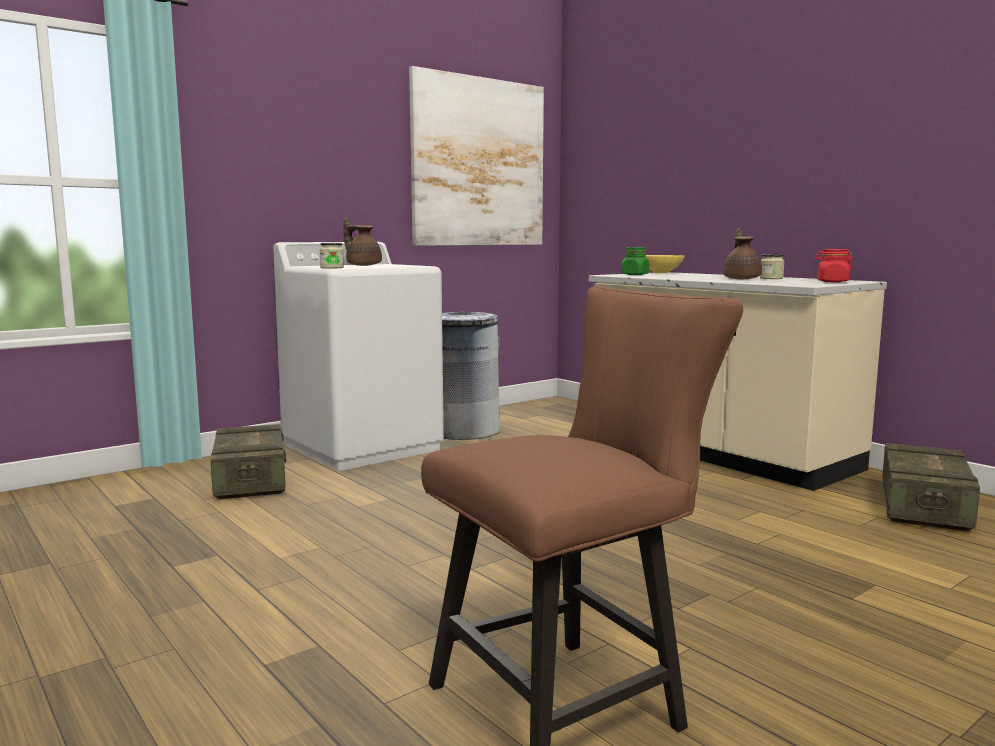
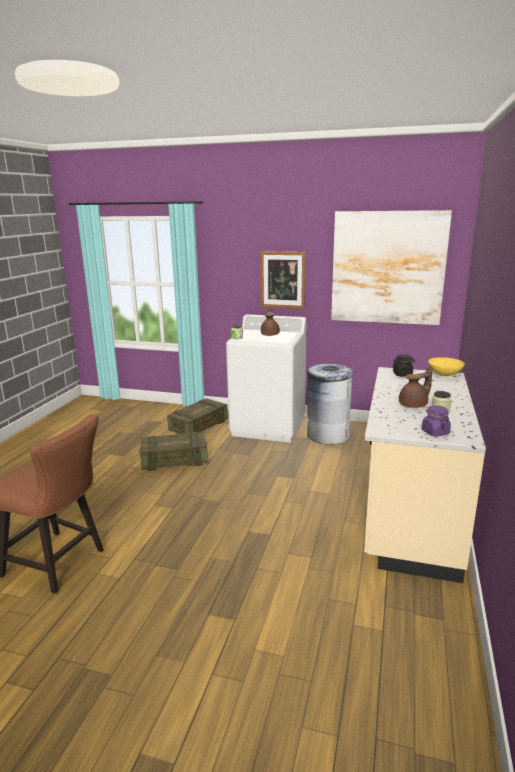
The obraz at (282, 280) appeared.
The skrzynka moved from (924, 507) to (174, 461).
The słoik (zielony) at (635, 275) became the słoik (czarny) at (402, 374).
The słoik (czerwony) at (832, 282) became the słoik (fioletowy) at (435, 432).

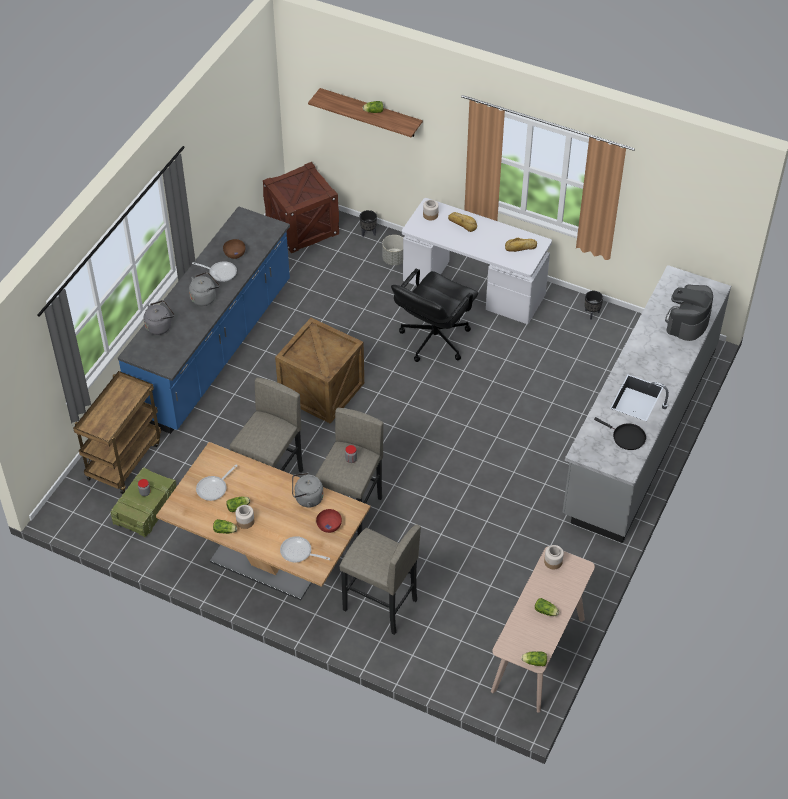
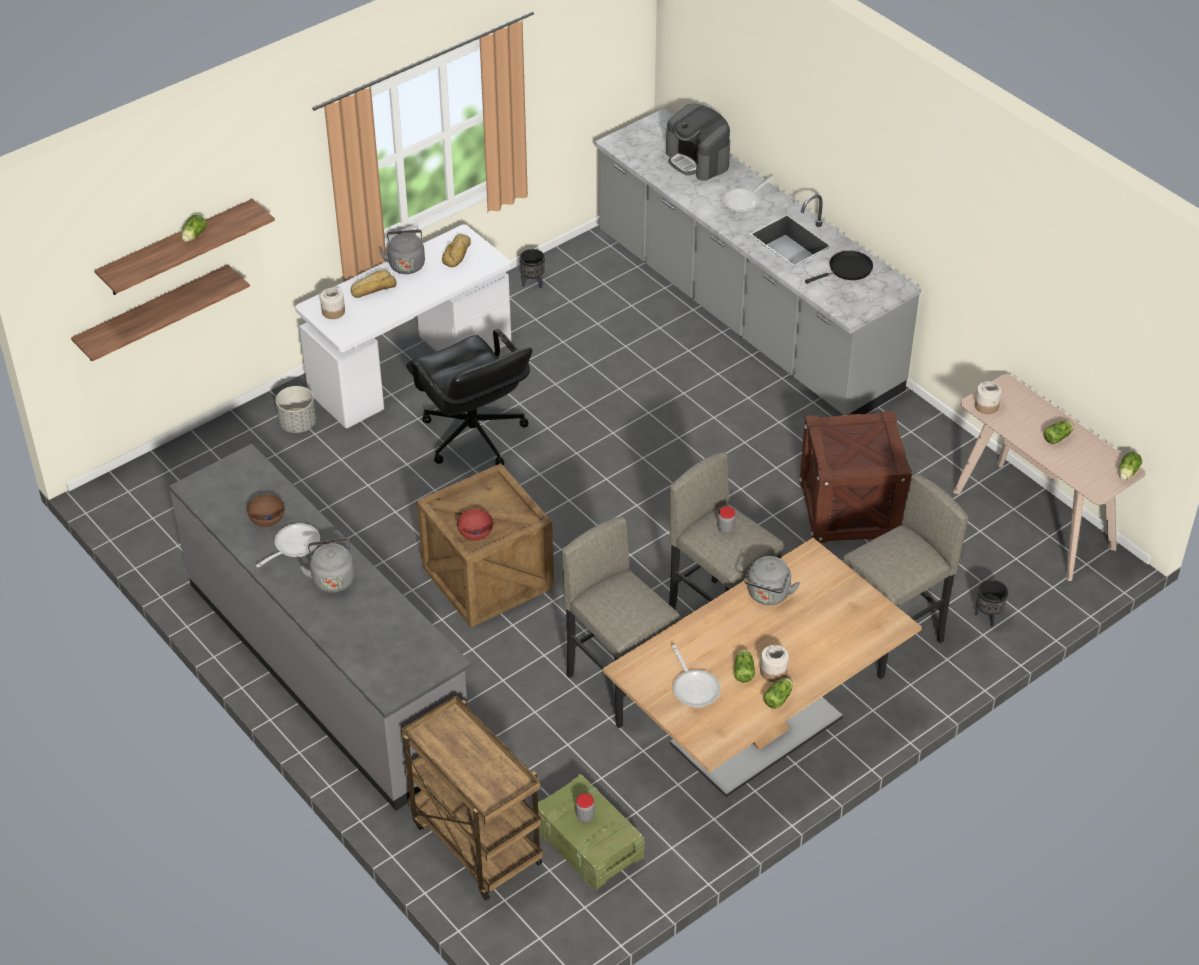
The półka at (153, 314) appeared.
The czajnik (szary) moved from (160, 326) to (406, 264).
The skrzynka moved from (302, 227) to (850, 508).
The patelnia moved from (299, 552) to (744, 201).
The miska (czerwony) moved from (329, 526) to (476, 532).
The donica (czarny) moved from (368, 233) to (987, 617).
The zabudowa kuchenna (niebieski) at (214, 350) became the zabudowa kuchenna (szary) at (327, 670).

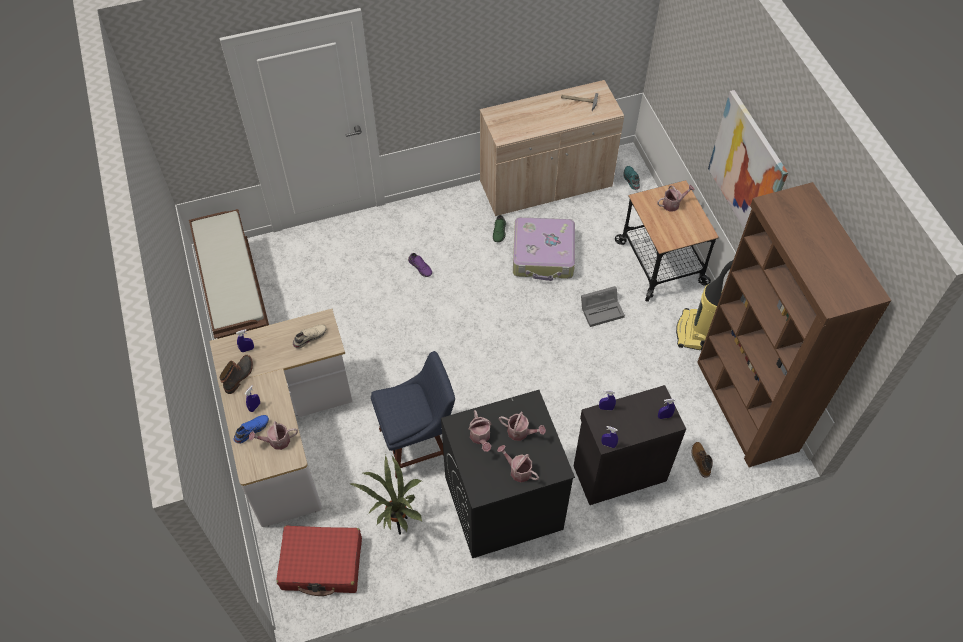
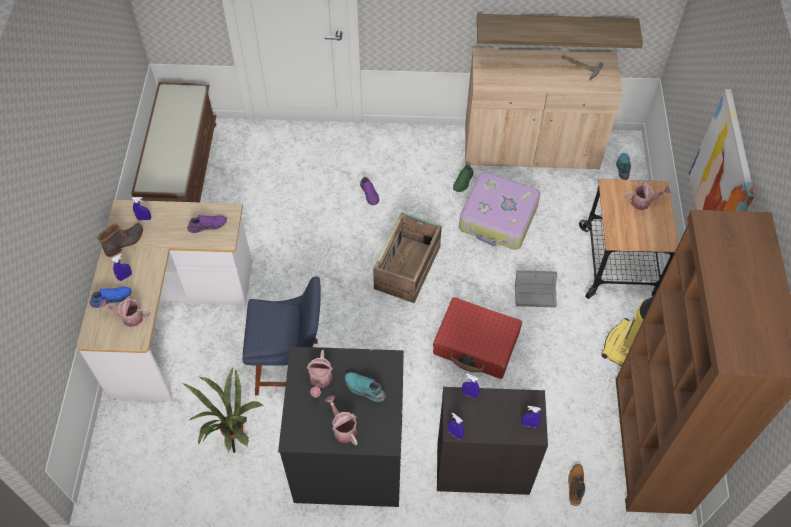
The skrzynka at (408, 267) appeared.
The półka at (555, 28) appeared.
The walizka (czerwony) moved from (322, 564) to (476, 344).
The konewka at (521, 432) was replaced by the but (turkusowy) at (364, 389).
The but (beżowy) at (309, 337) became the but (fioletowy) at (207, 225).

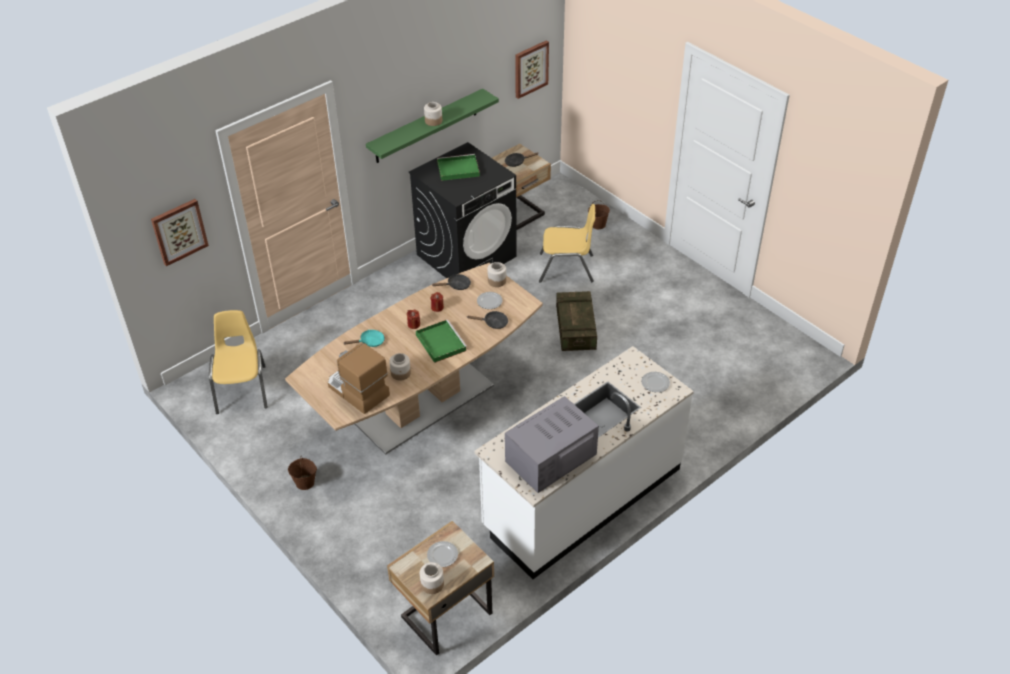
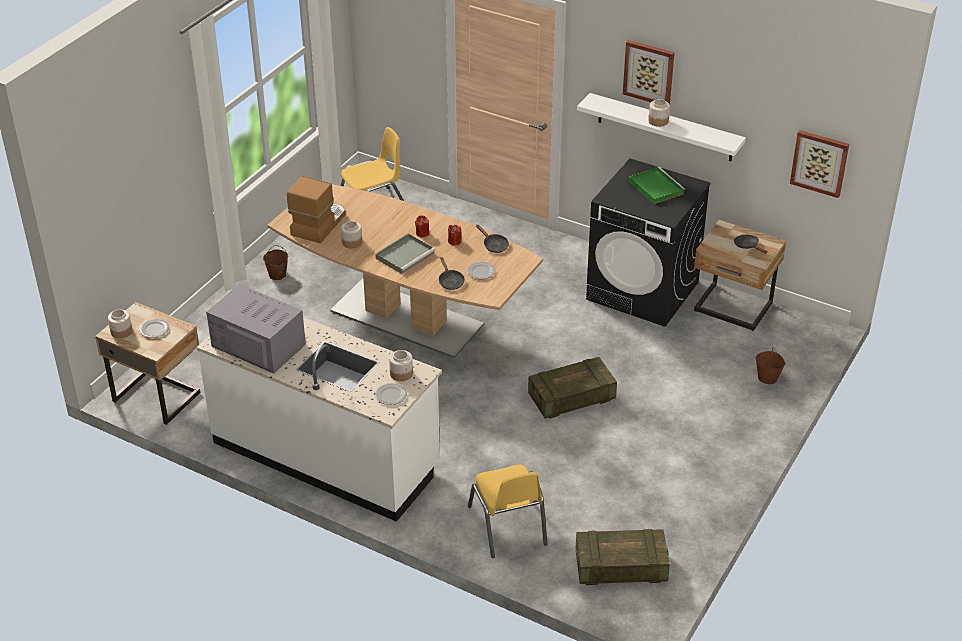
The patelnia (turkusowy) at (370, 342) disappeared.
The skrzynka at (620, 567) appeared.
The obraz moved from (179, 231) to (649, 72).
The słoik moved from (497, 281) to (401, 374).
The krzesło (żółty) moved from (566, 268) to (507, 526).
The półka (zielony) at (426, 126) became the półka (biały) at (665, 127).
The taca (zielony) at (440, 342) became the taca (szary) at (405, 255).

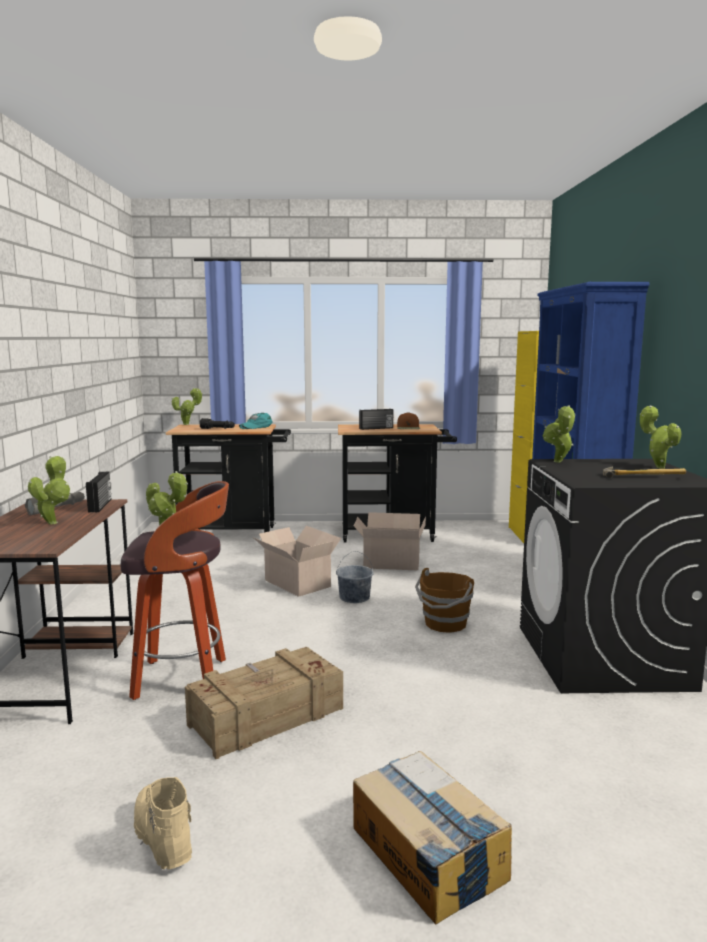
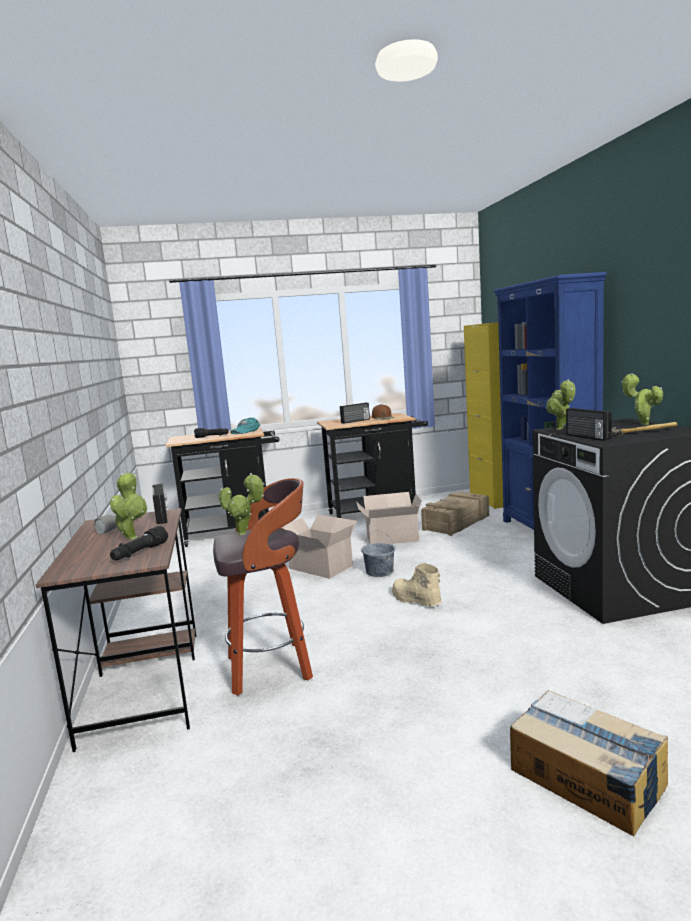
The roślina doniczkowa at (188, 424) disappeared.
The wiadro (brązowy) at (445, 624) disappeared.
The latarka (czarny) at (139, 553) appeared.
The radio at (587, 437) appeared.
The but z cholewką (beżowy) moved from (161, 837) to (415, 600).
The skrzynka moved from (265, 717) to (455, 523).

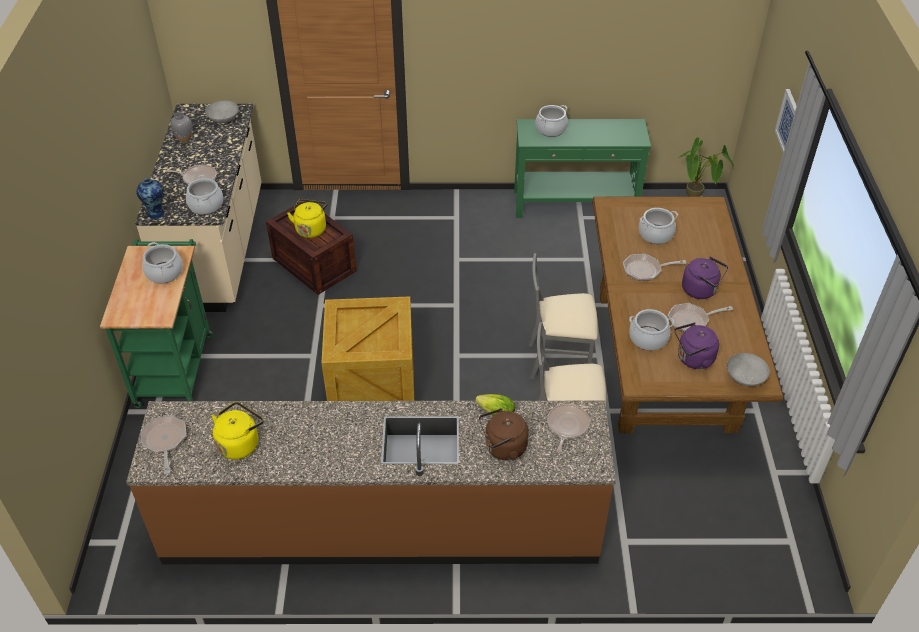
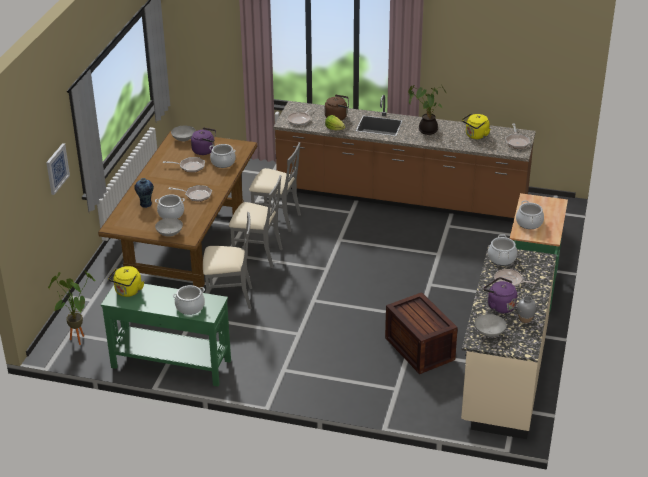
The skrzynka at (371, 386) disappeared.
The miska (szary) at (169, 233) appeared.
The krzesło (szary) at (229, 298) appeared.
The roślina doniczkowa at (426, 130) appeared.
The wazon moved from (156, 213) to (145, 204).
The czajnik (żółty) moved from (311, 228) to (128, 292).
The czajnik (fioletowy) moved from (701, 290) to (499, 306).

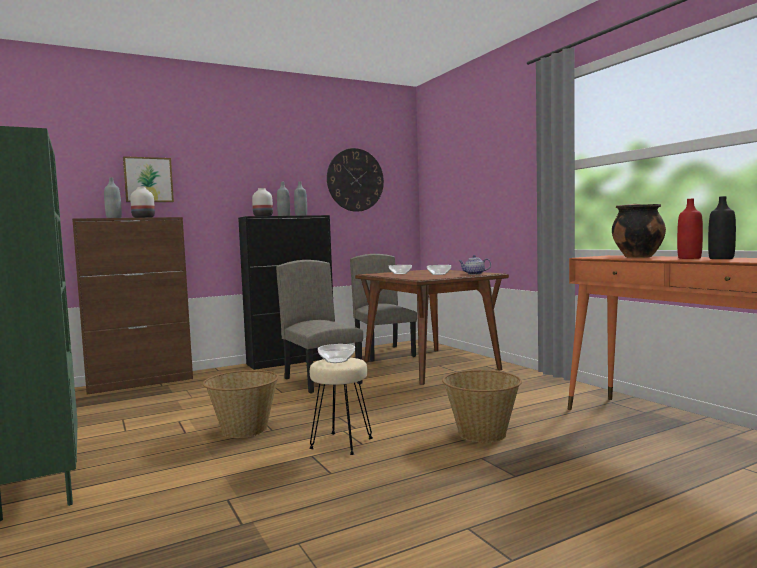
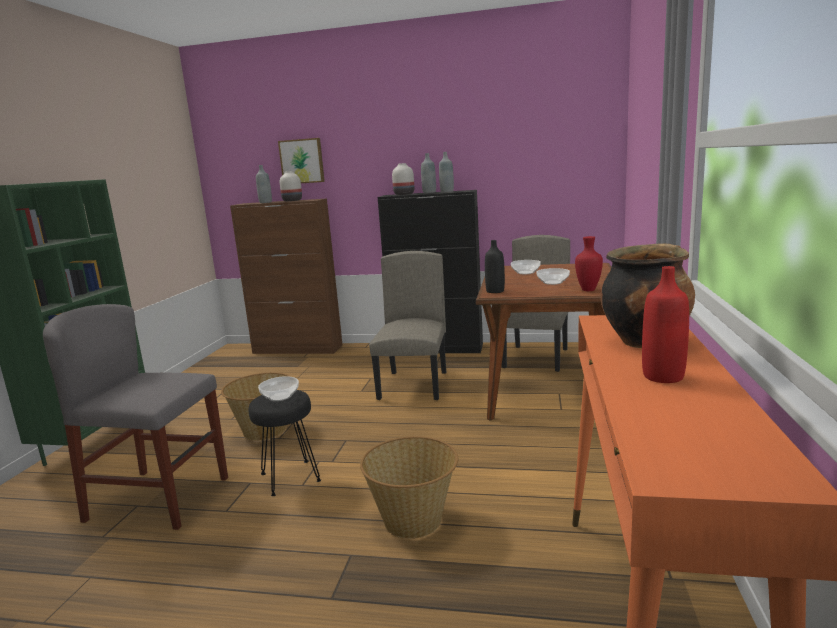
The zegar ścienny at (355, 180) disappeared.
The krzesło (szary) at (159, 498) appeared.
The butelka (czarny) moved from (721, 258) to (495, 291).
The imbryk at (474, 274) was replaced by the wazon (czerwony) at (587, 290).
The stołek (beżowy) at (341, 444) became the stołek (czarny) at (289, 478).

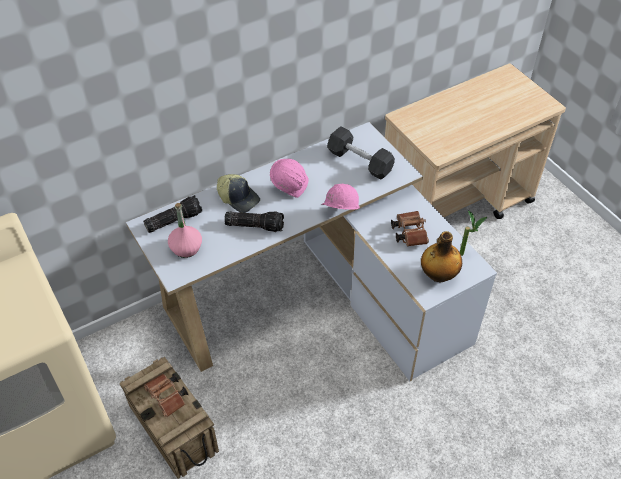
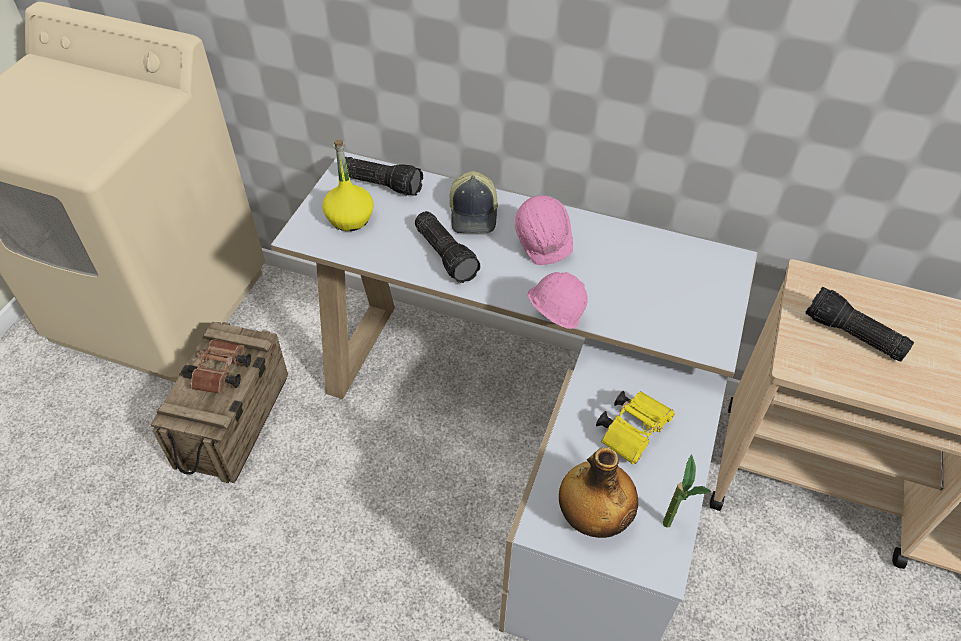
The hantel (czarny) at (360, 162) disappeared.
The latarka at (851, 335) appeared.
The butelka (różowy) at (186, 248) became the butelka (żółty) at (350, 219).
The lornetka (brązowy) at (408, 233) became the lornetka (żółty) at (633, 430).

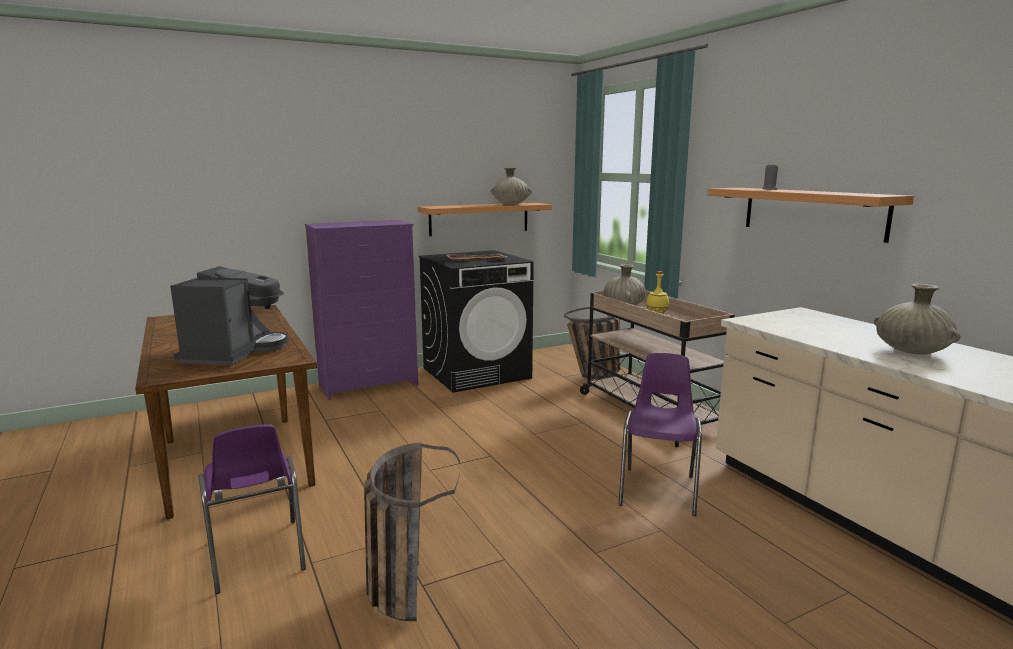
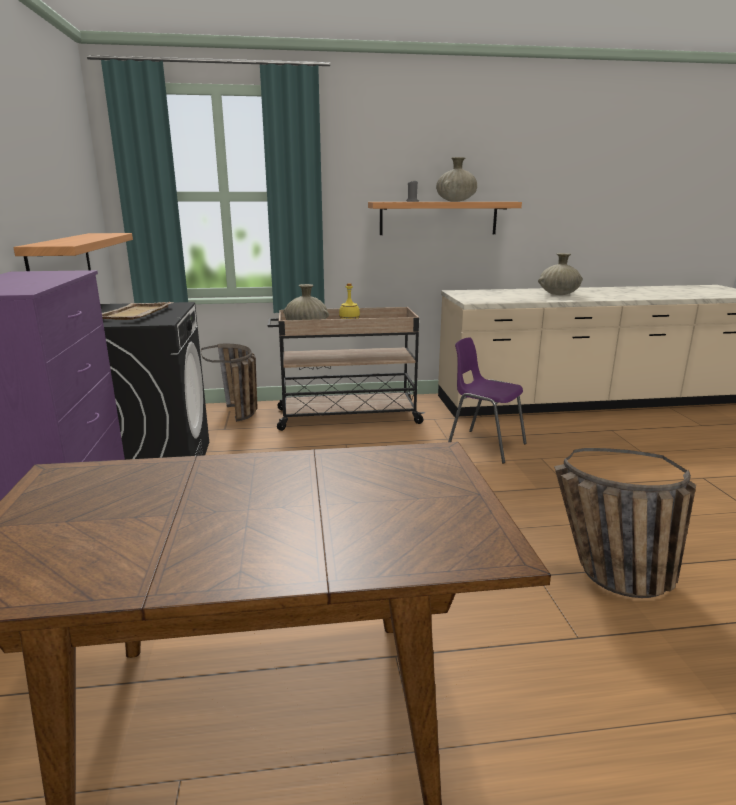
The ekspres do kawy at (234, 351) disappeared.
The krzesło (fioletowy) at (256, 557) disappeared.
The wazon (beżowy) moved from (511, 204) to (456, 201).

